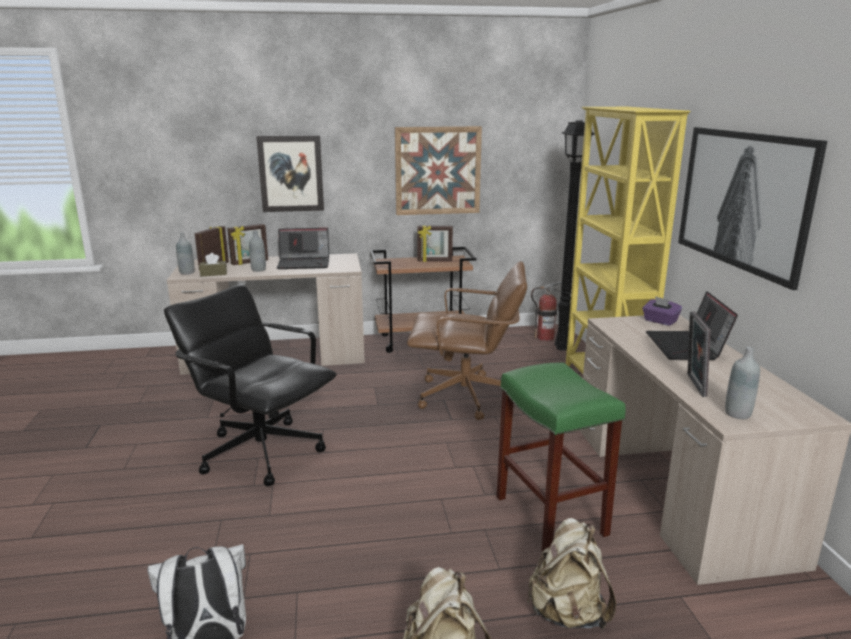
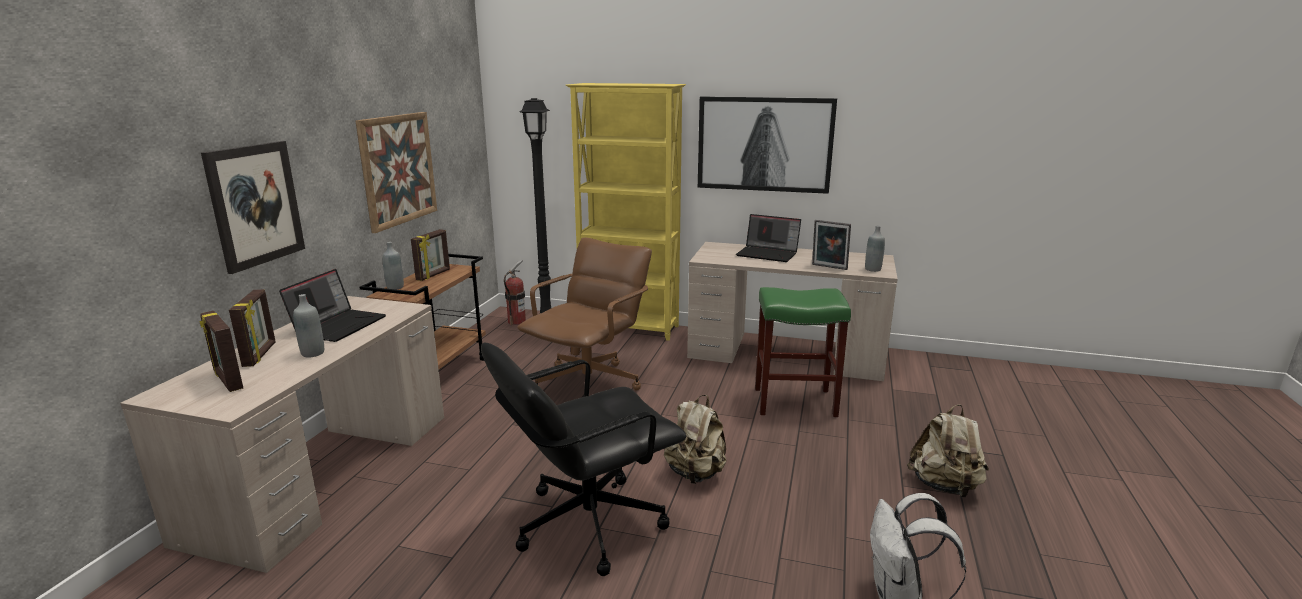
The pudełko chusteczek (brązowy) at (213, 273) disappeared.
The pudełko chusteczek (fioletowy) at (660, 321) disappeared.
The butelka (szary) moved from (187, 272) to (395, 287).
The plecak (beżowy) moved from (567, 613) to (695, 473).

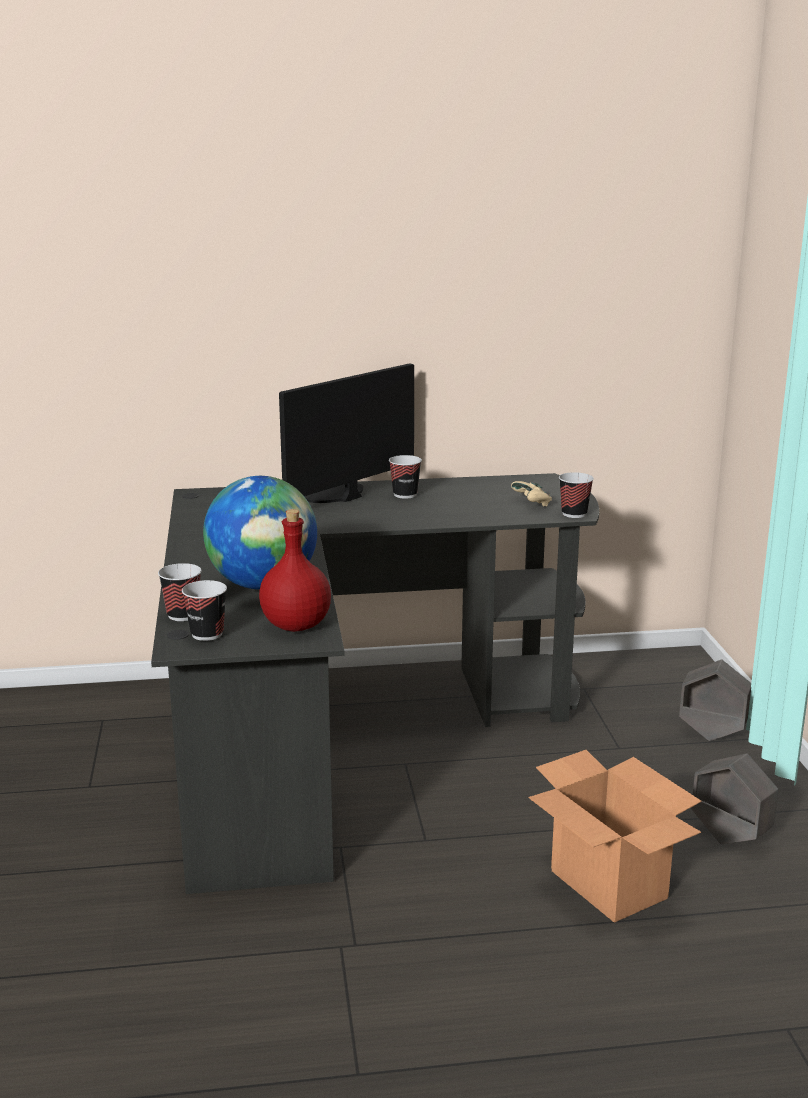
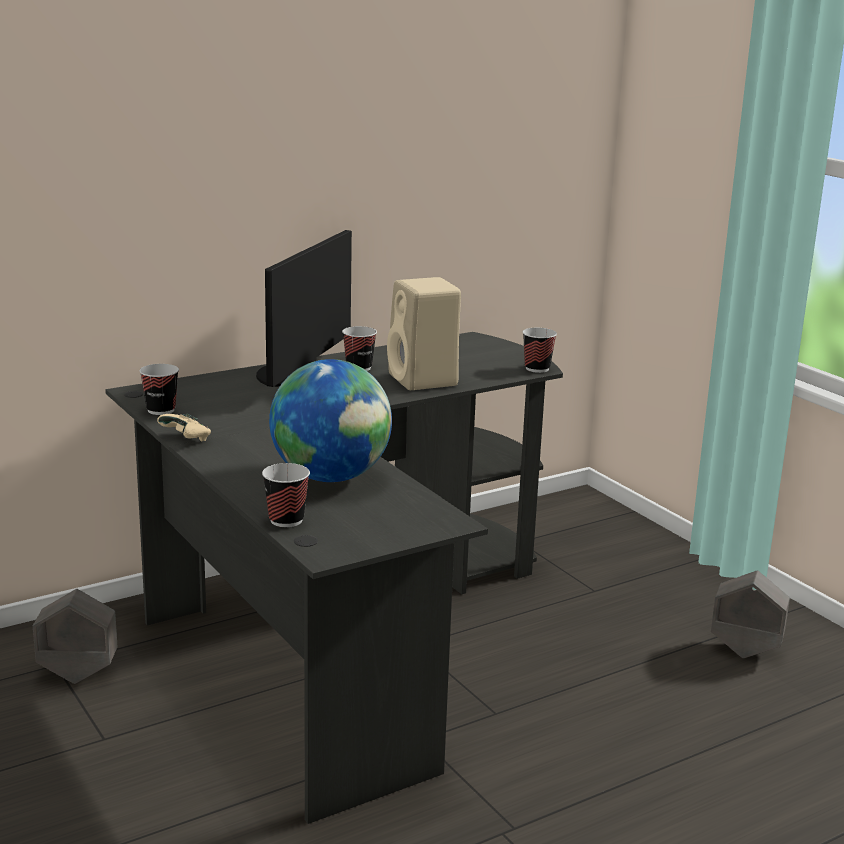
The butelka (czerwony) at (296, 626) disappeared.
The karton at (610, 885) disappeared.
The głośnik (beżowy) at (424, 380) appeared.
The filiżanka moved from (207, 634) to (161, 410).
The pad do gier (beżowy) moved from (532, 504) to (186, 439).
The donica (szary) moved from (711, 734) to (78, 675).

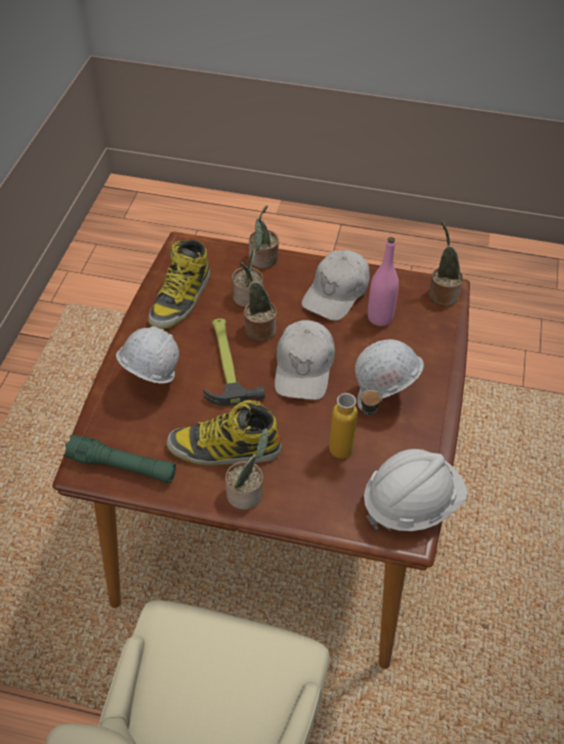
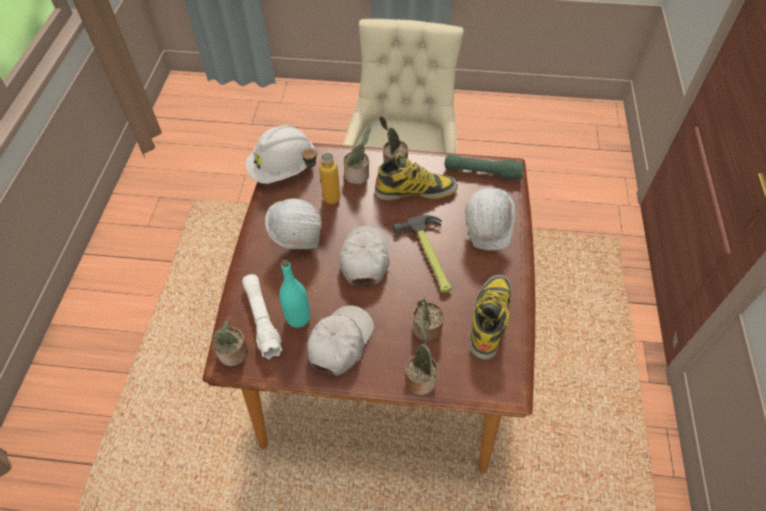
The latarka (biały) at (262, 319) appeared.
The roślina doniczkowa moved from (258, 329) to (358, 175).
The butelka (różowy) at (380, 317) became the butelka (turkusowy) at (298, 318).

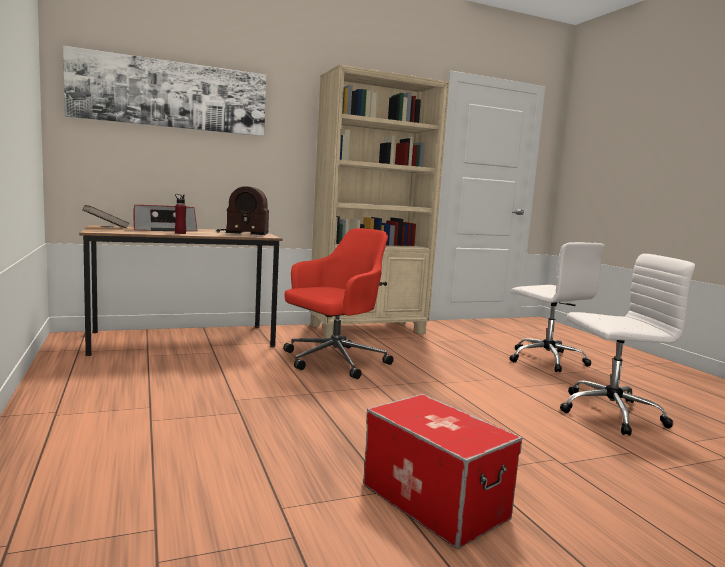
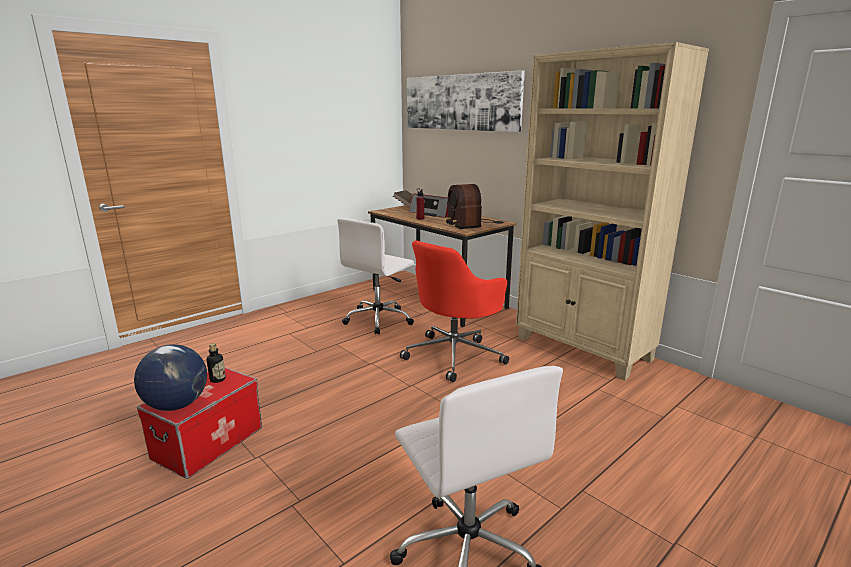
The globus at (177, 405) appeared.
The butelka at (217, 379) appeared.
The krzesło biurowe (biały) moved from (545, 359) to (379, 319).
The krzesło biurowe (czerwony) at (333, 361) turned 105 degrees clockwise.

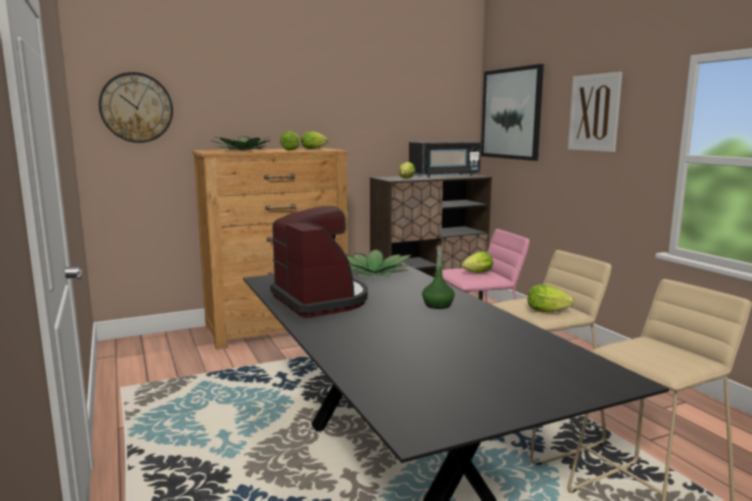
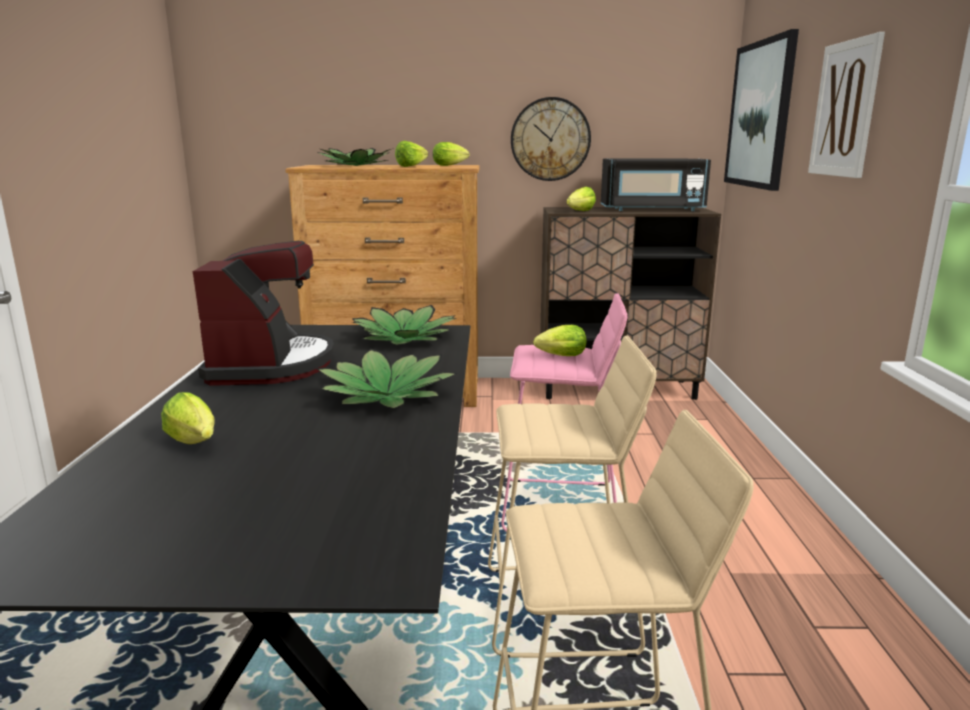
The zegar ścienny moved from (136, 108) to (550, 139).
The sałata moved from (549, 312) to (195, 443).
The butelka (zielony) at (437, 305) was replaced by the roślina doniczkowa at (387, 395).

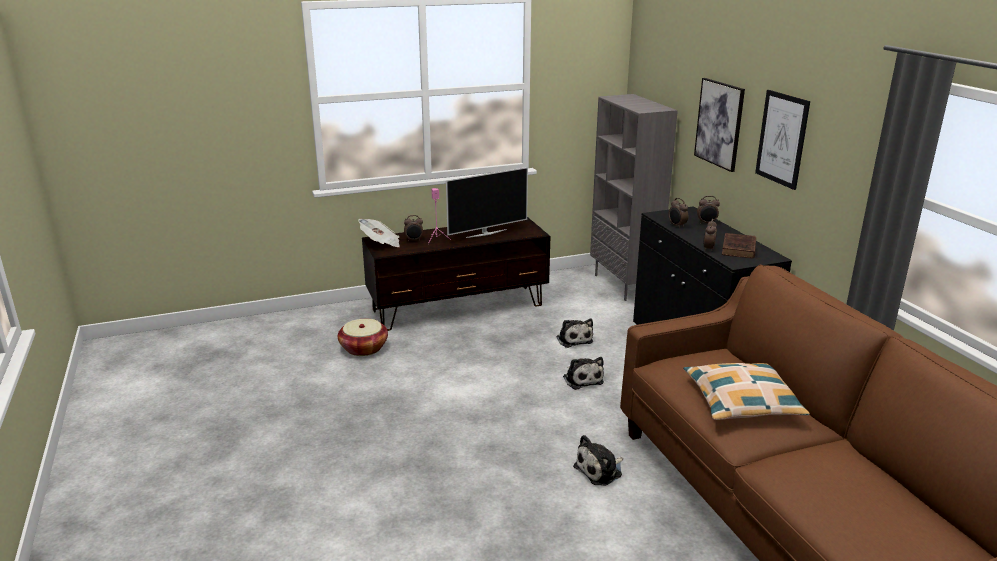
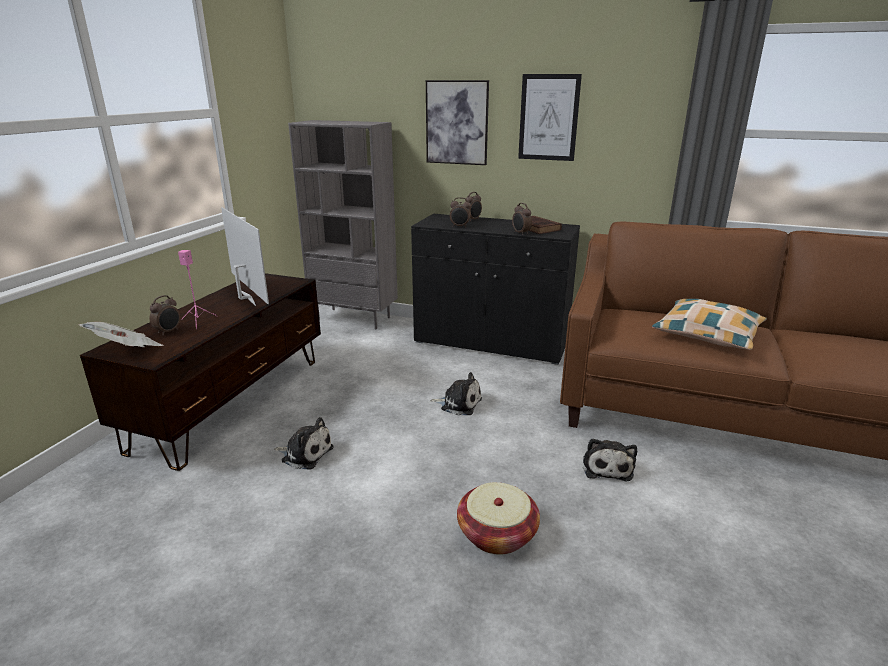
The koszyk moved from (364, 348) to (497, 534).
The pluszak moved from (573, 339) to (305, 454).
The telewizor at (486, 233) turned 45 degrees counterclockwise.

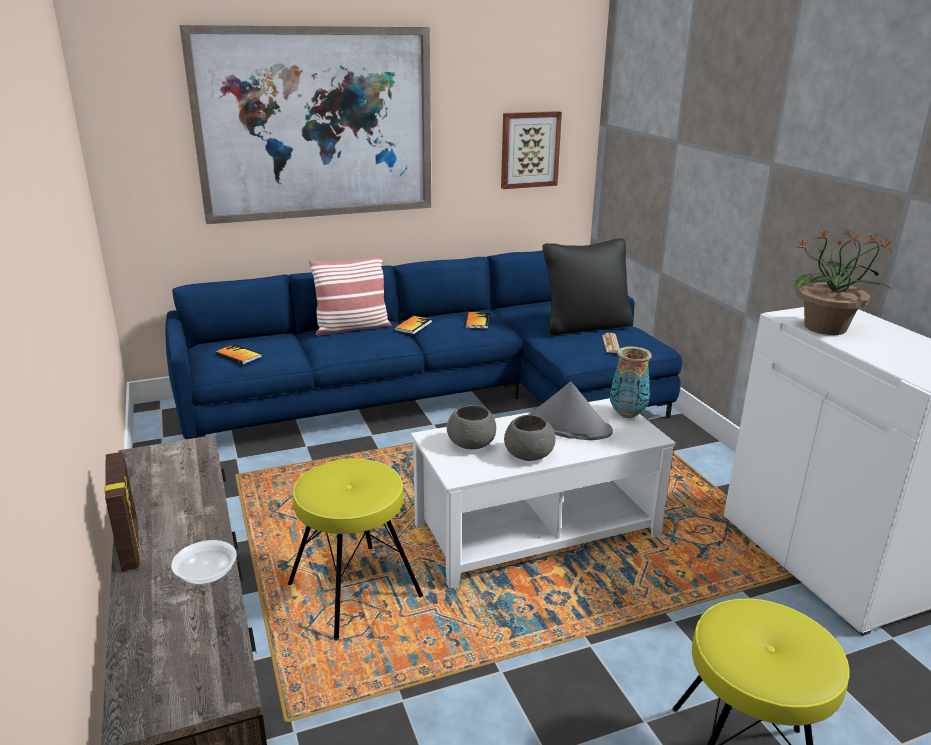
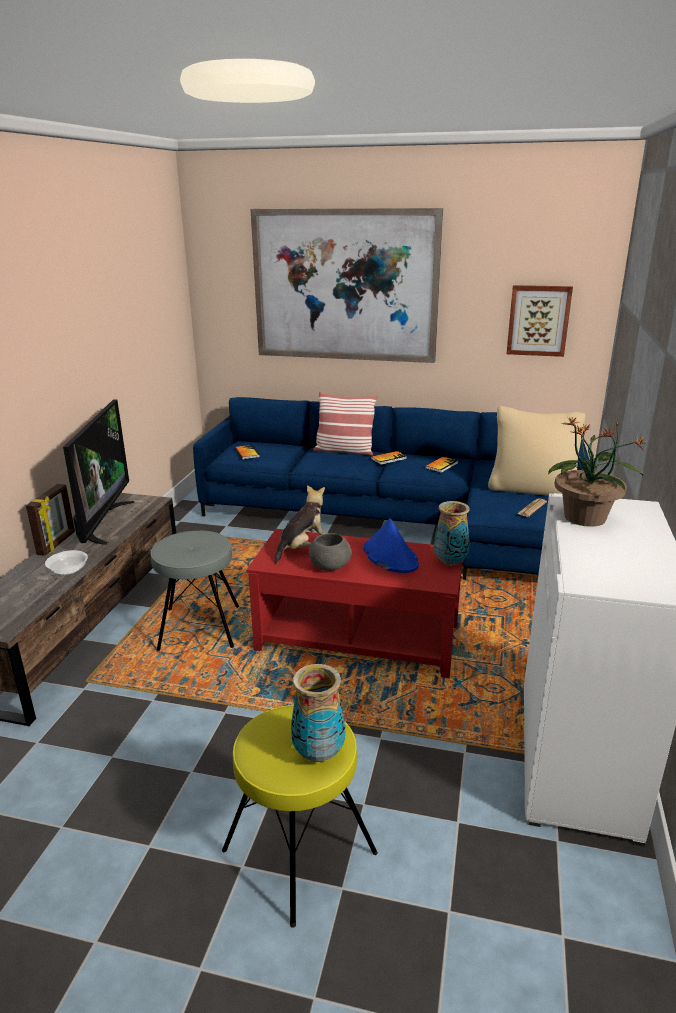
The telewizor at (103, 522) appeared.
The wazon at (318, 753) appeared.
The miska (szary) at (472, 444) was replaced by the pluszak at (302, 547).
The stołek (żółty) at (354, 591) became the stołek (szary) at (199, 628).
The ława (biały) at (537, 531) became the ława (czerwony) at (358, 638).
The kapelusz (szary) at (568, 426) became the kapelusz (niebieski) at (390, 556).
The poduszka (czarny) at (585, 326) became the poduszka (beżowy) at (532, 489).

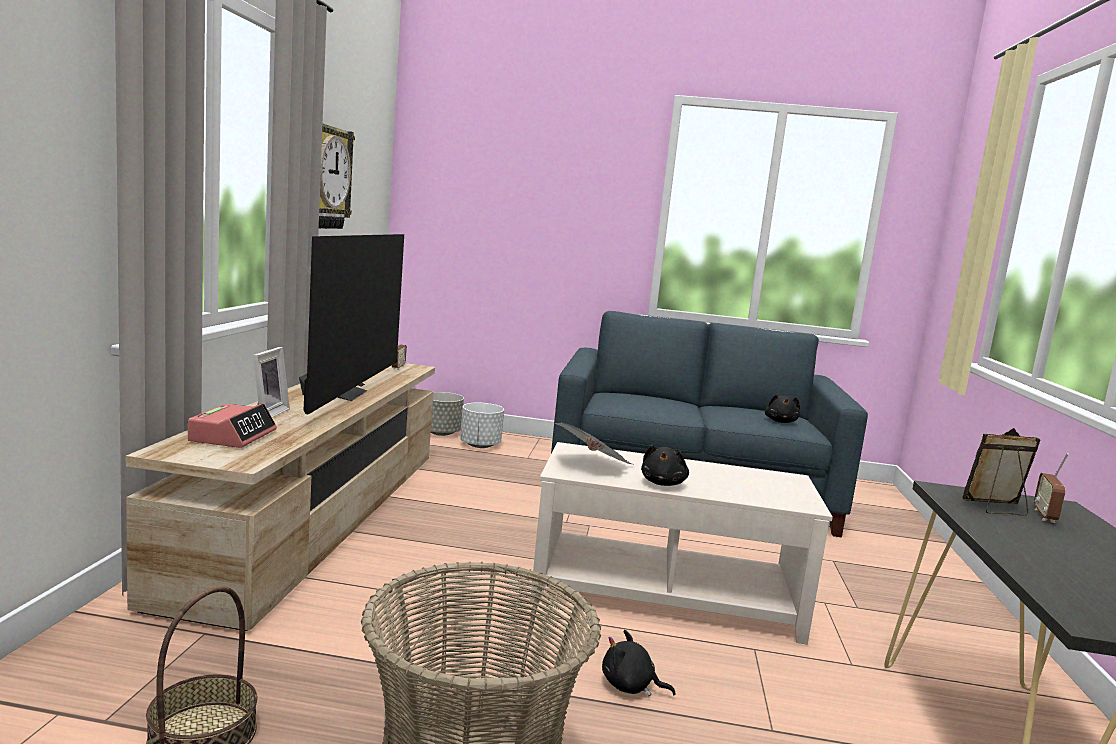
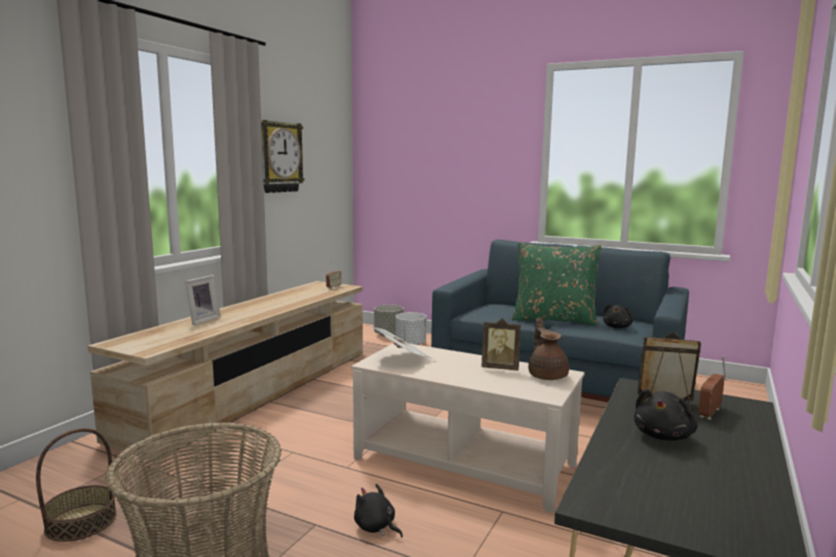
The budzik at (233, 436) disappeared.
The telewizor at (344, 393) disappeared.
The ramka na zdjęcie at (500, 368) appeared.
The poduszka (zielony) at (554, 319) appeared.
The imbryk (brązowy) at (547, 375) appeared.
The pluszak (czarny) moved from (663, 483) to (664, 436).

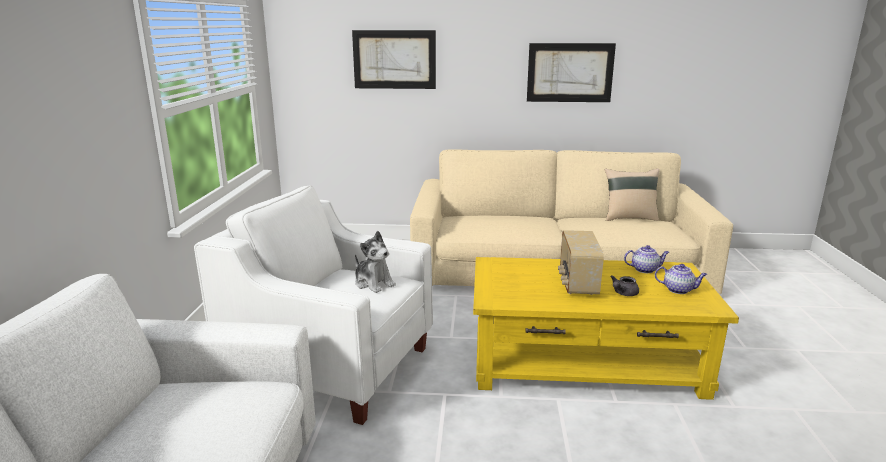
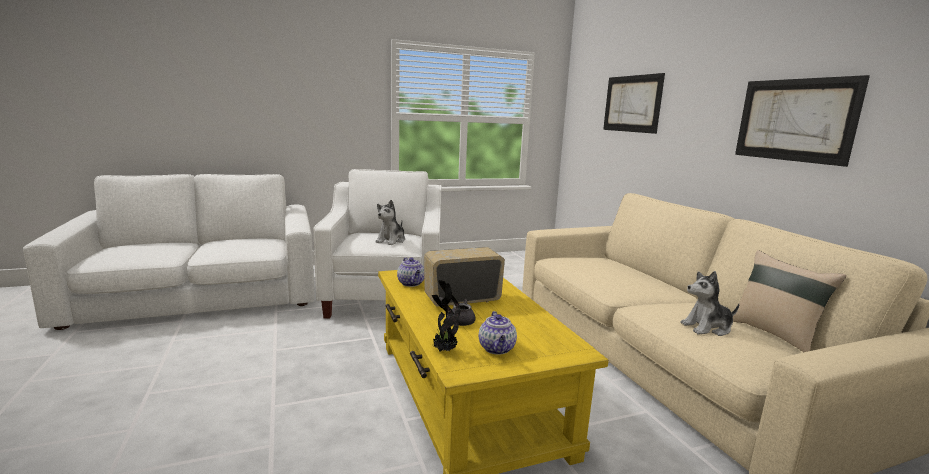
The roślina doniczkowa at (444, 351) appeared.
The pluszak at (707, 328) appeared.
The imbryk moved from (645, 269) to (411, 283).

